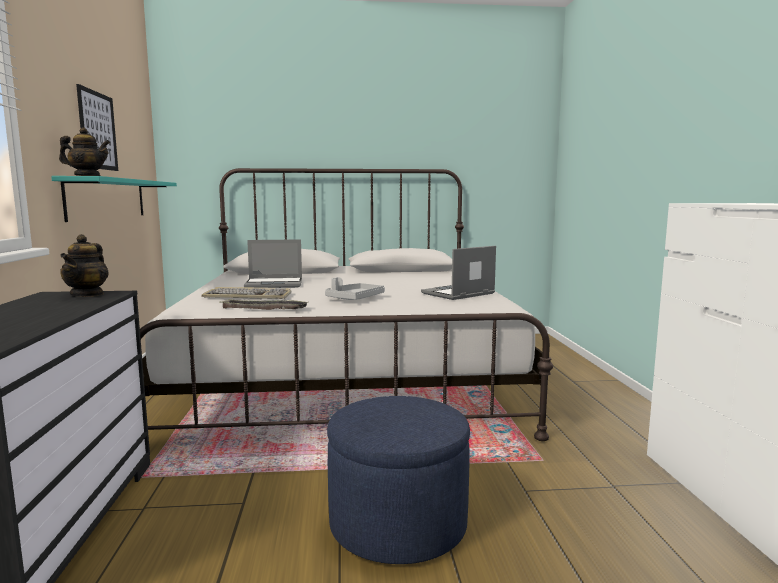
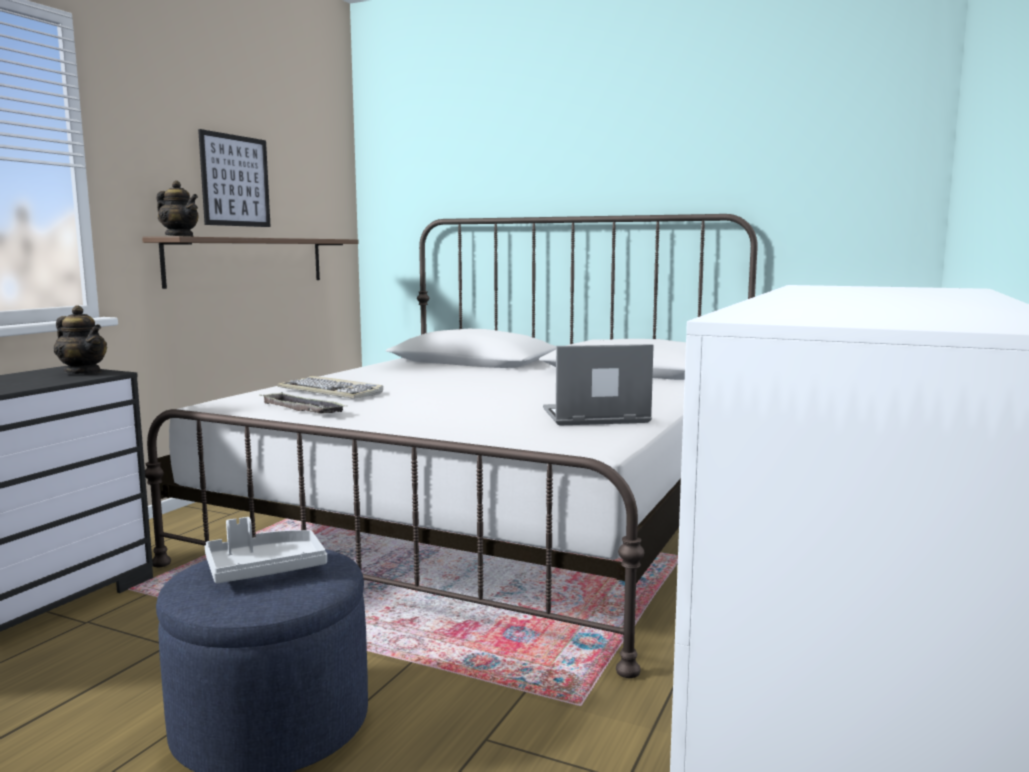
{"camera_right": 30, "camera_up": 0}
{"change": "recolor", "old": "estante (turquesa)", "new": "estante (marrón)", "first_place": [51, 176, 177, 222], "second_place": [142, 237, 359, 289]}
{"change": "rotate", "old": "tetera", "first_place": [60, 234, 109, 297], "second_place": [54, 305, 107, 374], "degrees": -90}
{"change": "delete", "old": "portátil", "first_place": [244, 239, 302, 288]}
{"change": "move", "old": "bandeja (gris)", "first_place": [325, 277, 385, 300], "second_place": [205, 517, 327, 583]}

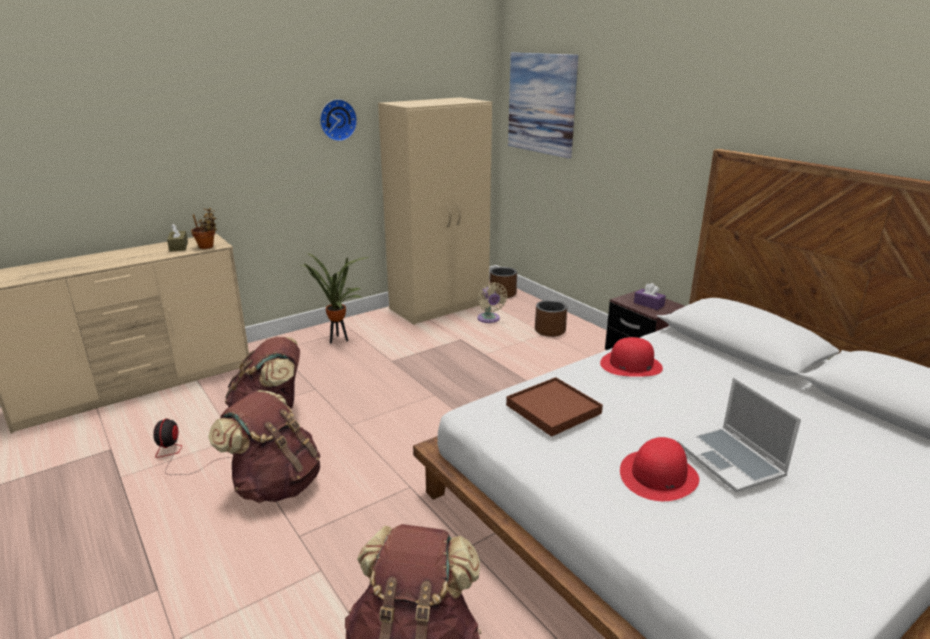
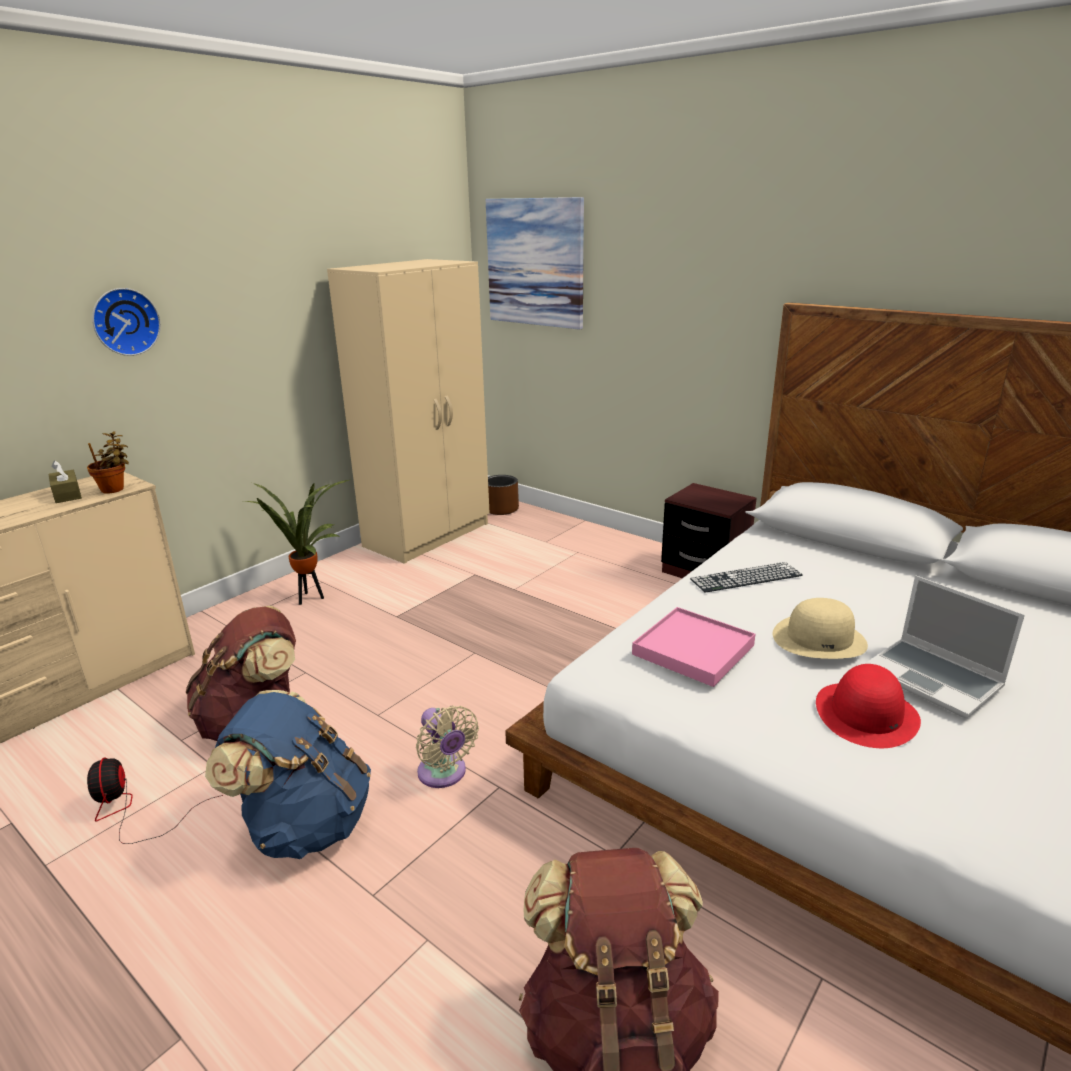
{"camera_right": -15, "camera_up": 0}
{"change": "move", "old": "reloj de pared", "first_place": [320, 99, 357, 141], "second_place": [92, 288, 161, 356]}
{"change": "move", "old": "ventilador (beis)", "first_place": [477, 283, 507, 323], "second_place": [416, 705, 479, 788]}
{"change": "delete", "old": "caja de pañuelos (morado)", "first_place": [634, 283, 666, 310]}
{"change": "delete", "old": "maceta (marrón)", "first_place": [535, 300, 567, 337]}
{"change": "replace", "old": "sombrero (rojo)", "new": "teclado", "first_place": [600, 337, 663, 377], "second_place": [690, 562, 803, 593]}
{"change": "recolor", "old": "bandeja (marrón)", "new": "bandeja (rosa)", "first_place": [506, 377, 603, 437], "second_place": [632, 607, 756, 687]}
{"change": "recolor", "old": "mochila (marrón)", "new": "mochila (azul)", "first_place": [208, 390, 321, 503], "second_place": [205, 690, 371, 859]}
{"change": "insert", "new": "sombrero (beis)", "second_place": [773, 598, 868, 659]}

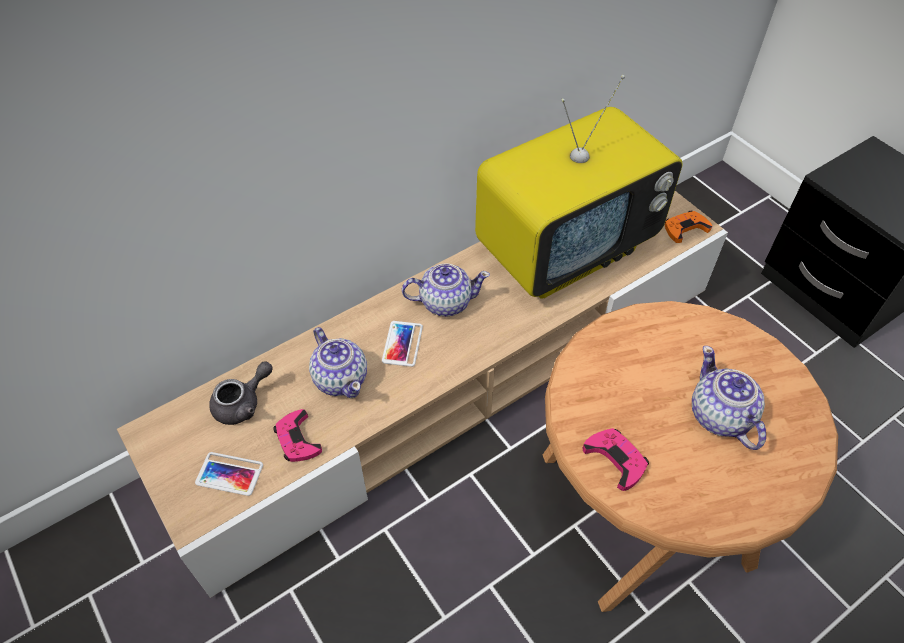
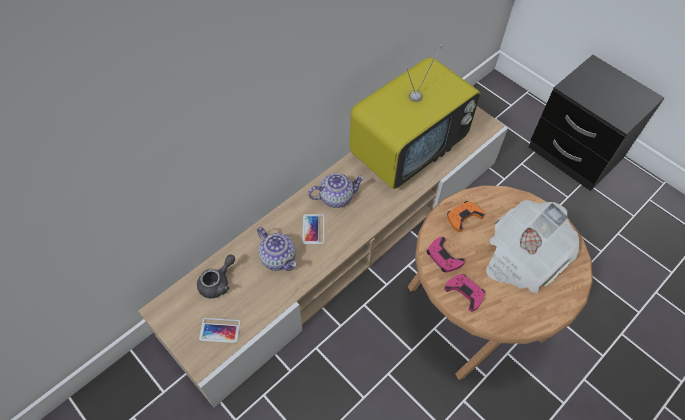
{"camera_right": -10, "camera_up": 5}
{"change": "move", "old": "mando de consola (naranja)", "first_place": [665, 211, 712, 243], "second_place": [447, 201, 485, 232]}
{"change": "replace", "old": "tetera", "new": "periódico", "first_place": [692, 346, 766, 450], "second_place": [486, 200, 580, 293]}
{"change": "move", "old": "mando de consola (rosa)", "first_place": [273, 409, 322, 462], "second_place": [427, 236, 465, 272]}

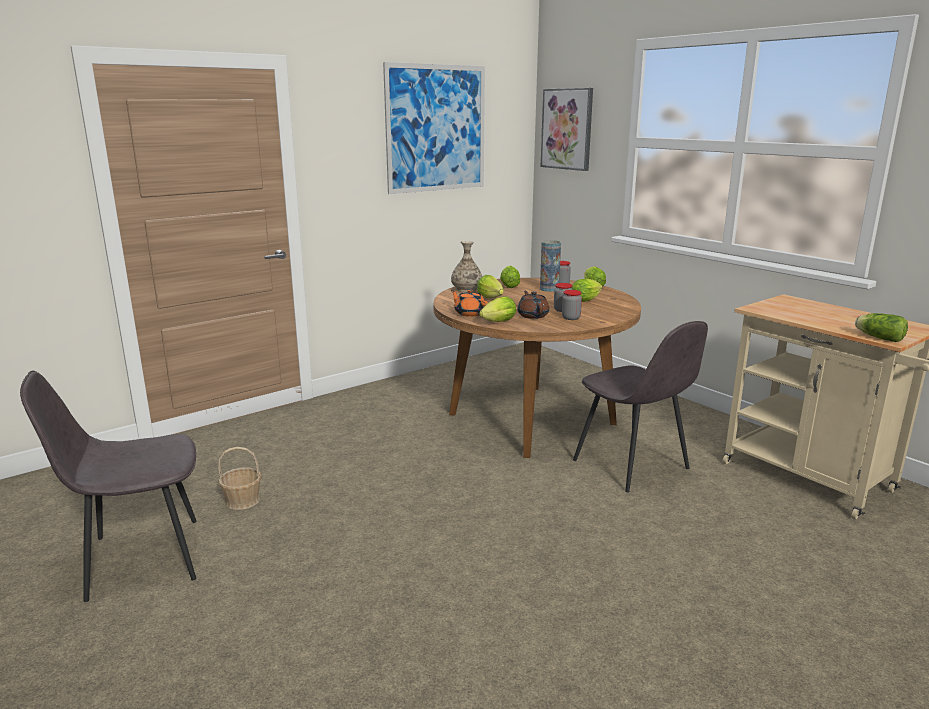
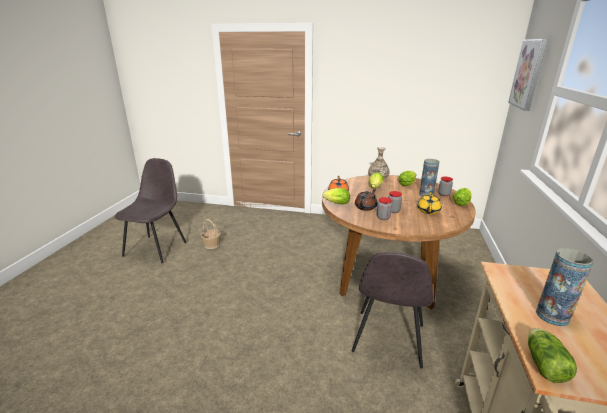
{"camera_right": 50, "camera_up": 5}
{"change": "delete", "old": "cuadro", "first_place": [383, 62, 485, 194]}
{"change": "replace", "old": "lechuga", "new": "tetera (amarillo)", "first_place": [571, 278, 602, 302], "second_place": [417, 191, 441, 214]}
{"change": "rotate", "old": "silla (gris)", "first_place": [20, 371, 196, 602], "second_place": [115, 158, 187, 263], "degrees": 75}
{"change": "insert", "new": "florero", "second_place": [536, 248, 594, 326]}

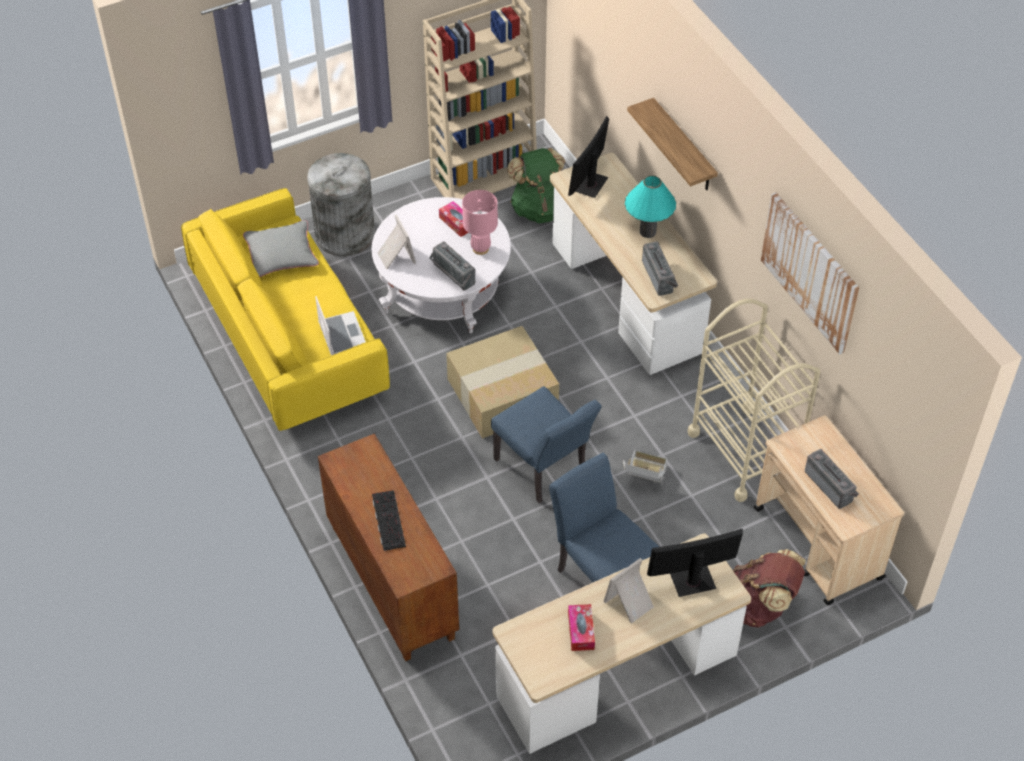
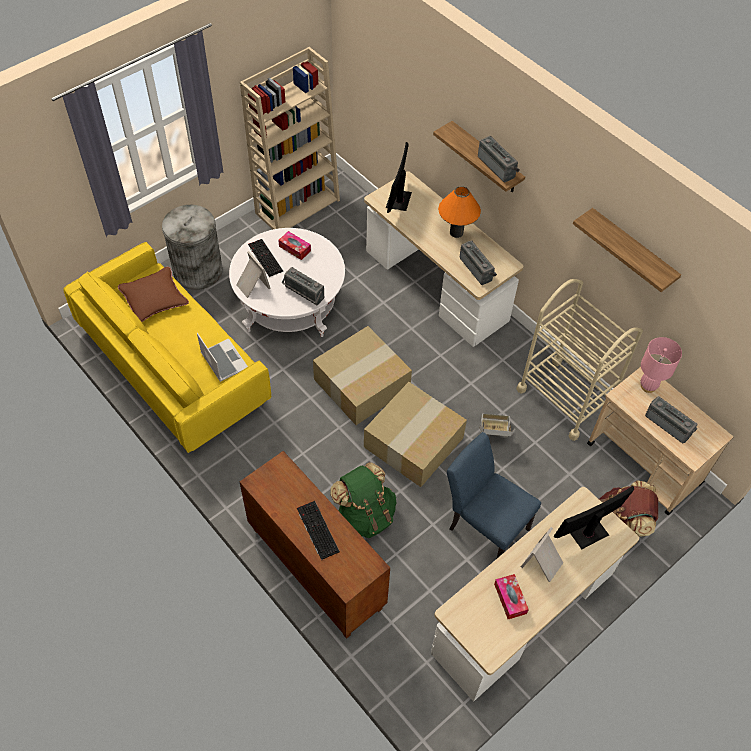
{"camera_right": -15, "camera_up": 5}
{"change": "move", "old": "mochila (verde)", "first_place": [507, 148, 565, 223], "second_place": [330, 462, 397, 538]}
{"change": "recolor", "old": "lámpara de mesa (turquesa)", "new": "lámpara de mesa (naranja)", "first_place": [625, 176, 676, 238], "second_place": [438, 186, 481, 238]}
{"change": "move", "old": "lámpara de mesa (rosa)", "first_place": [462, 190, 498, 255], "second_place": [641, 337, 682, 393]}
{"change": "replace", "old": "cuadro", "new": "estante", "first_place": [761, 192, 859, 355], "second_place": [573, 208, 681, 292]}
{"change": "recolor", "old": "cojín (gris)", "new": "cojín (marrón)", "first_place": [243, 220, 319, 277], "second_place": [118, 266, 189, 322]}
{"change": "replace", "old": "silla (azul)", "new": "caja de cartón", "first_place": [491, 386, 601, 503], "second_place": [364, 382, 467, 487]}
{"change": "insert", "new": "radio", "second_place": [478, 136, 520, 182]}
{"change": "insert", "new": "teclado", "second_place": [248, 239, 283, 277]}

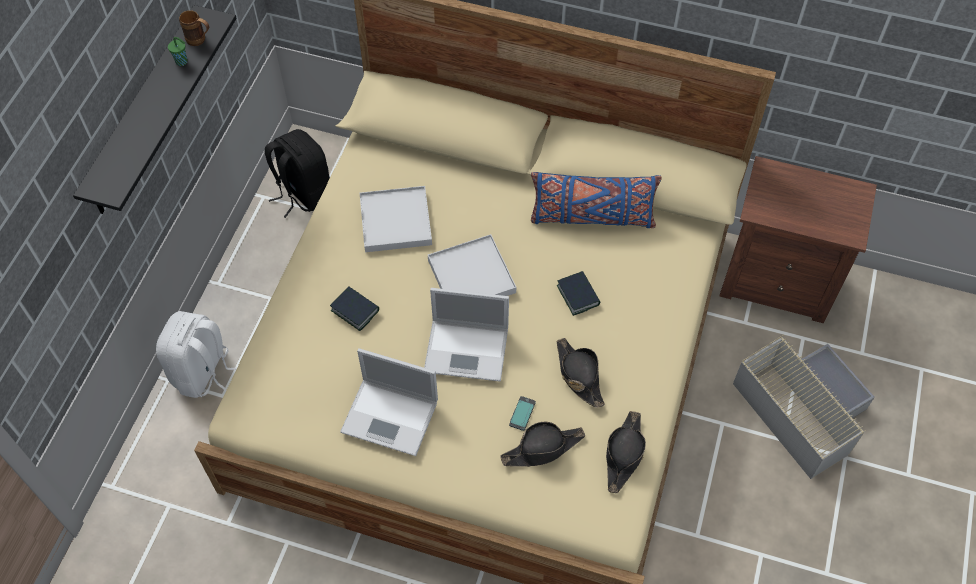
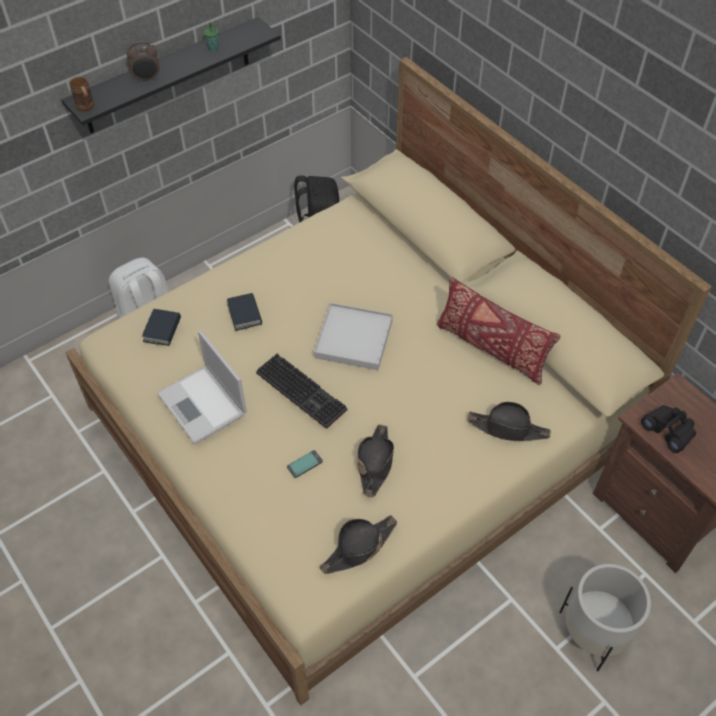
{"camera_right": 35, "camera_up": -5}
{"change": "move", "old": "taza grande (marrón)", "first_place": [179, 10, 209, 46], "second_place": [69, 77, 94, 112]}
{"change": "recolor", "old": "cojín (azul)", "new": "cojín (rojo)", "first_place": [531, 172, 662, 228], "second_place": [437, 277, 561, 385]}
{"change": "delete", "old": "bandeja (blanco)", "first_place": [360, 186, 432, 252]}
{"change": "move", "old": "libro", "first_place": [557, 271, 600, 316], "second_place": [142, 309, 181, 346]}
{"change": "replace", "old": "portátil", "new": "teclado", "first_place": [424, 288, 509, 382], "second_place": [256, 353, 348, 429]}
{"change": "replace", "old": "caja de almacenaje (gris)", "new": "maceta (blanco)", "first_place": [733, 335, 875, 479], "second_place": [559, 564, 651, 671]}
{"change": "move", "old": "sombrero (negro)", "first_place": [501, 421, 585, 467], "second_place": [467, 402, 551, 441]}
{"change": "insert", "new": "despertador", "second_place": [126, 42, 159, 83]}
{"change": "insert", "new": "prismáticos (negro)", "second_place": [641, 405, 696, 453]}

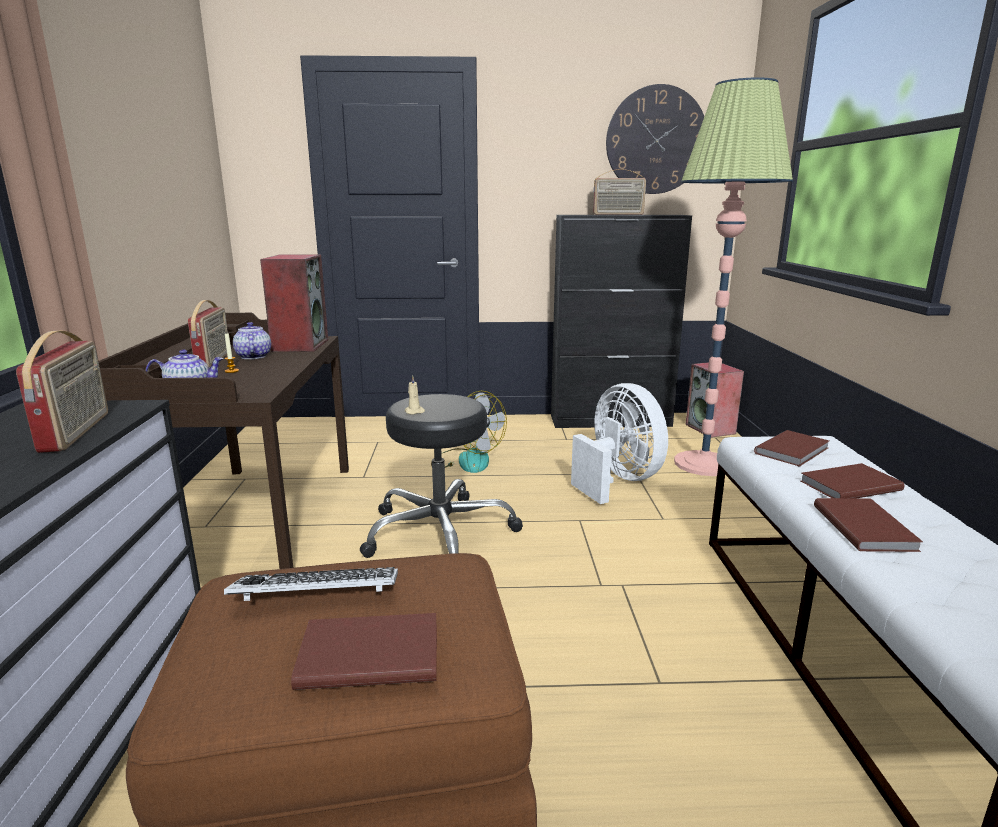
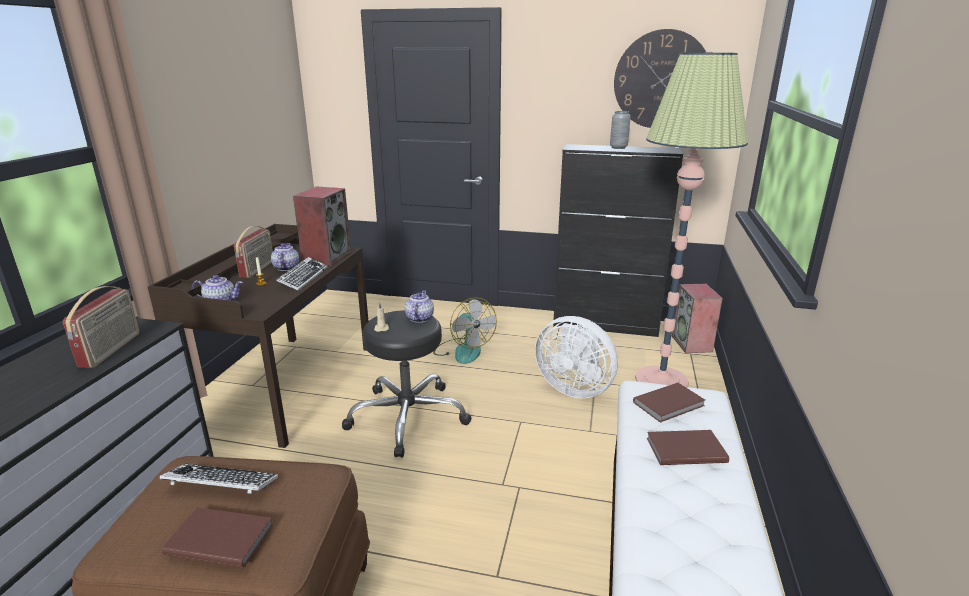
{"camera_right": 15, "camera_up": 5}
{"change": "replace", "old": "radio", "new": "florero (gris)", "first_place": [593, 169, 646, 215], "second_place": [610, 111, 631, 149]}
{"change": "rotate", "old": "ventilador (blanco)", "first_place": [571, 383, 668, 504], "second_place": [535, 316, 618, 398], "degrees": 135}
{"change": "delete", "old": "libro (marrón)", "first_place": [814, 498, 923, 552]}
{"change": "insert", "new": "teclado", "second_place": [276, 257, 328, 291]}
{"change": "insert", "new": "tetera", "second_place": [405, 290, 434, 323]}

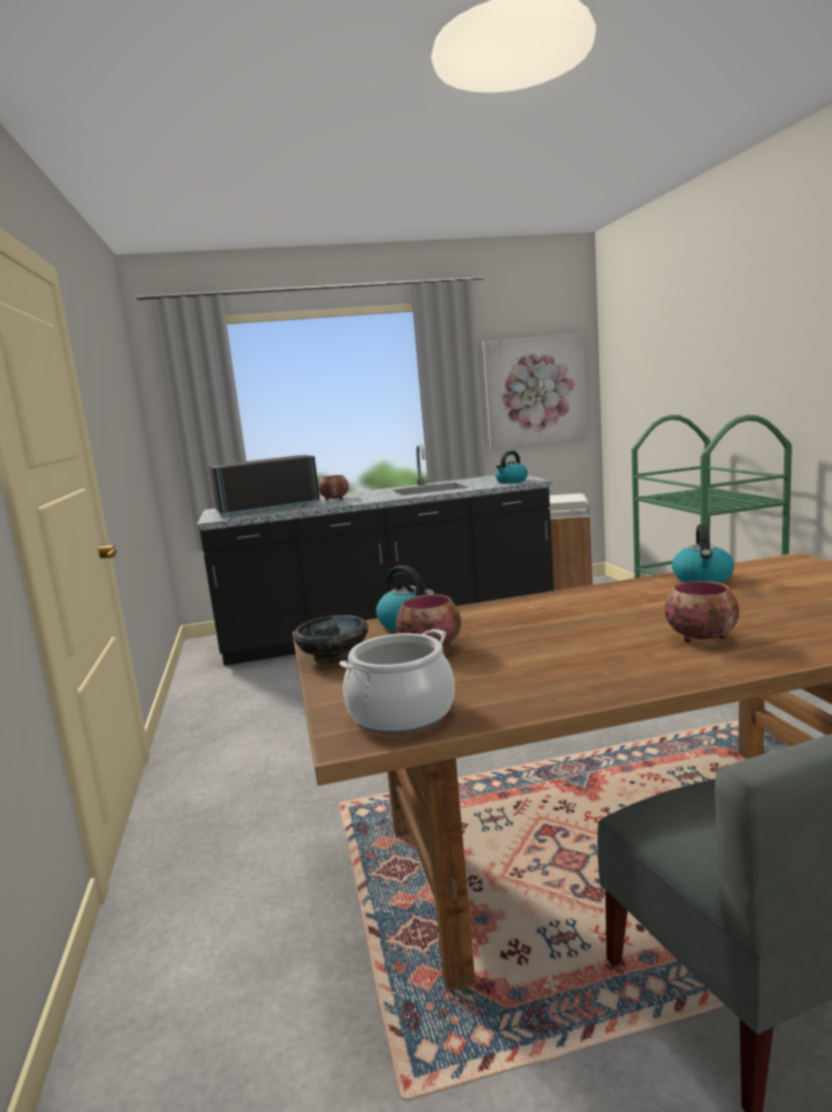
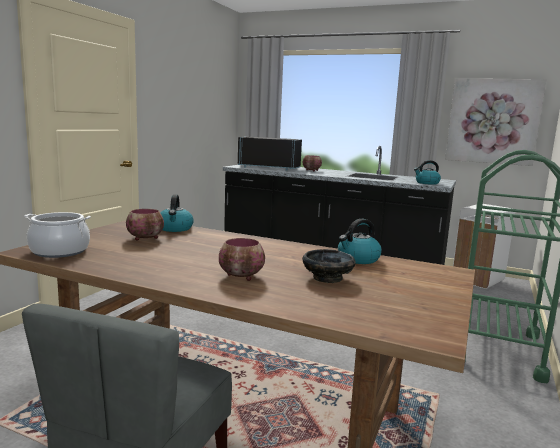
{"camera_right": 35, "camera_up": 0}
{"change": "move", "old": "cuenco (negro)", "first_place": [294, 615, 368, 665], "second_place": [302, 249, 356, 283]}

